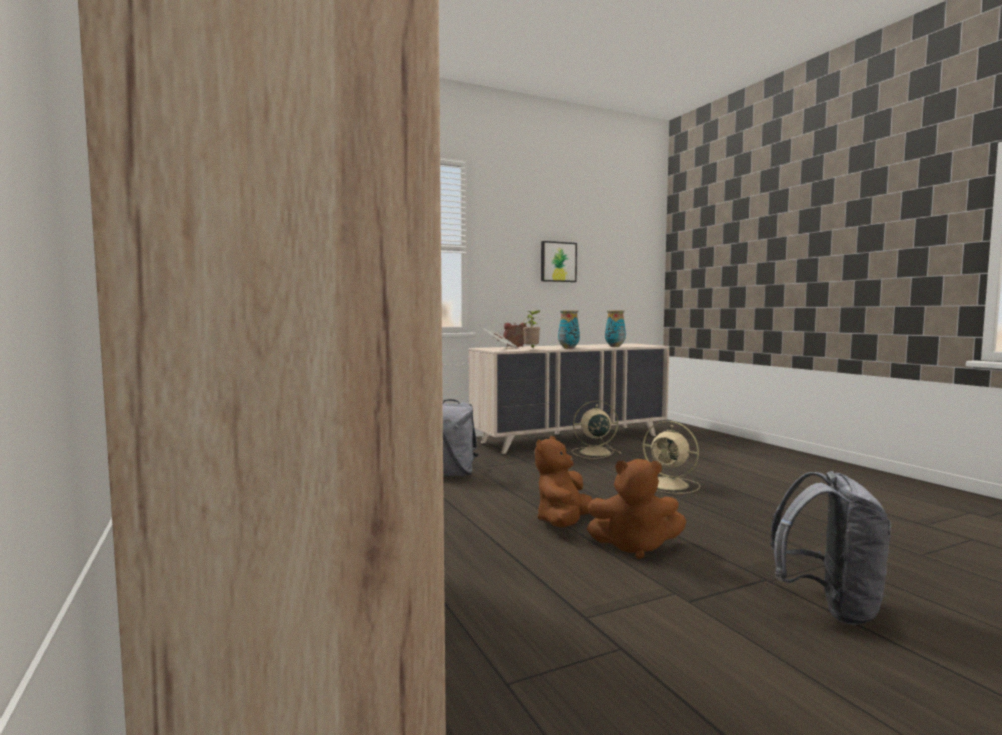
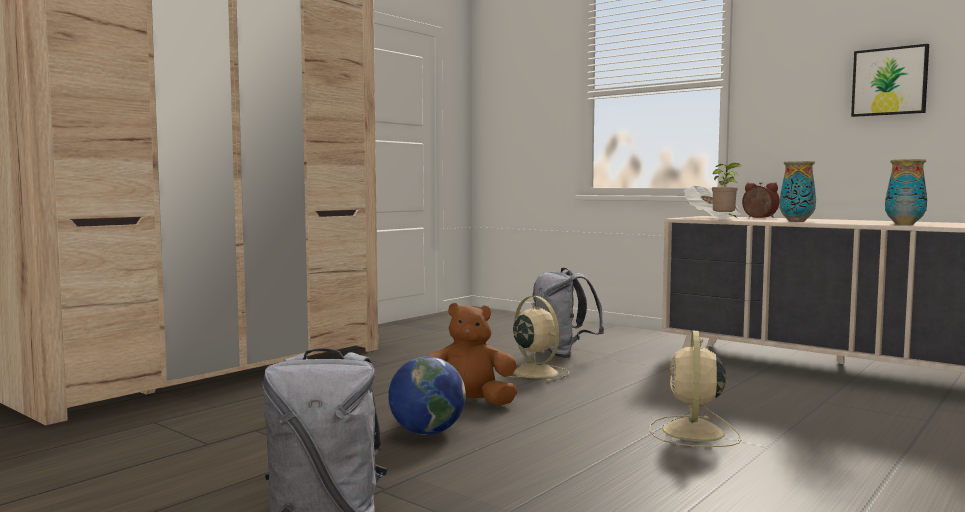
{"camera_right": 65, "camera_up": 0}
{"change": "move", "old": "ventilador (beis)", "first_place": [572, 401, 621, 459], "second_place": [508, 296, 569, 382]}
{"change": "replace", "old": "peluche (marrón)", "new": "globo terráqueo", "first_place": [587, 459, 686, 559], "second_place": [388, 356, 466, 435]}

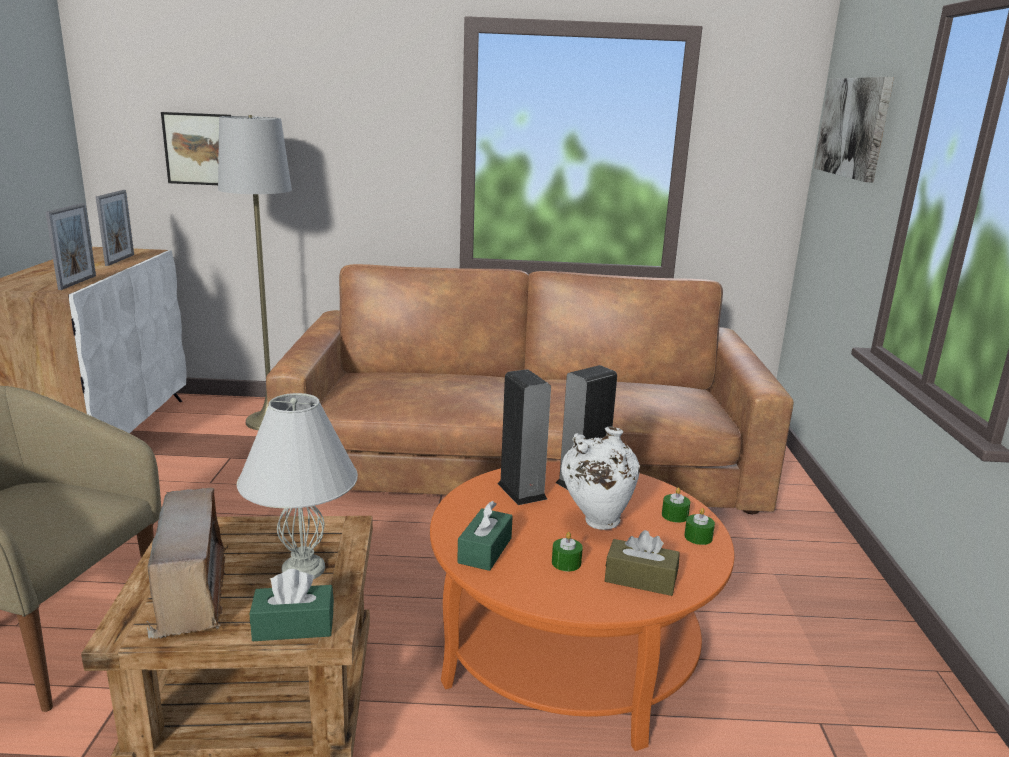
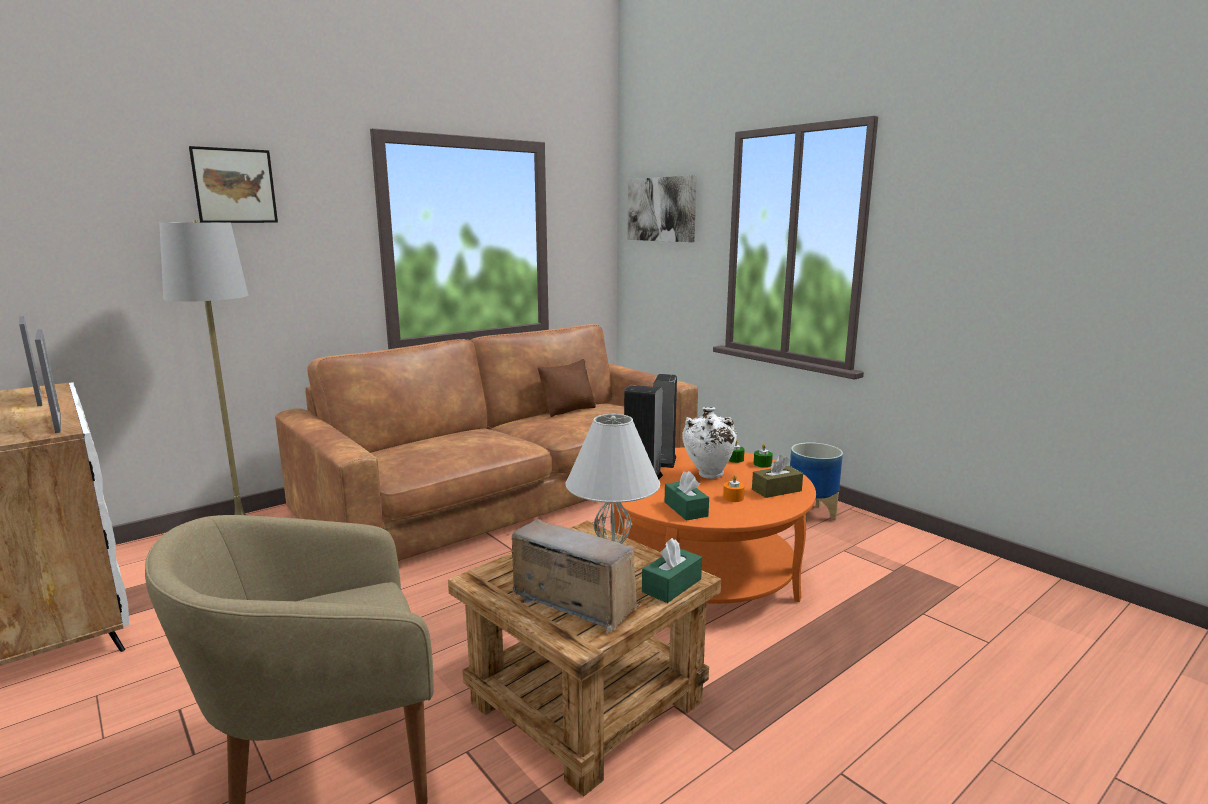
{"camera_right": -40, "camera_up": -5}
{"change": "move", "old": "cuadro", "first_place": [161, 112, 231, 185], "second_place": [189, 146, 278, 223]}
{"change": "recolor", "old": "vela (verde)", "new": "vela (naranja)", "first_place": [552, 532, 583, 571], "second_place": [723, 475, 745, 502]}
{"change": "insert", "new": "cojín (marrón)", "second_place": [538, 359, 596, 417]}
{"change": "insert", "new": "maceta", "second_place": [790, 442, 843, 522]}

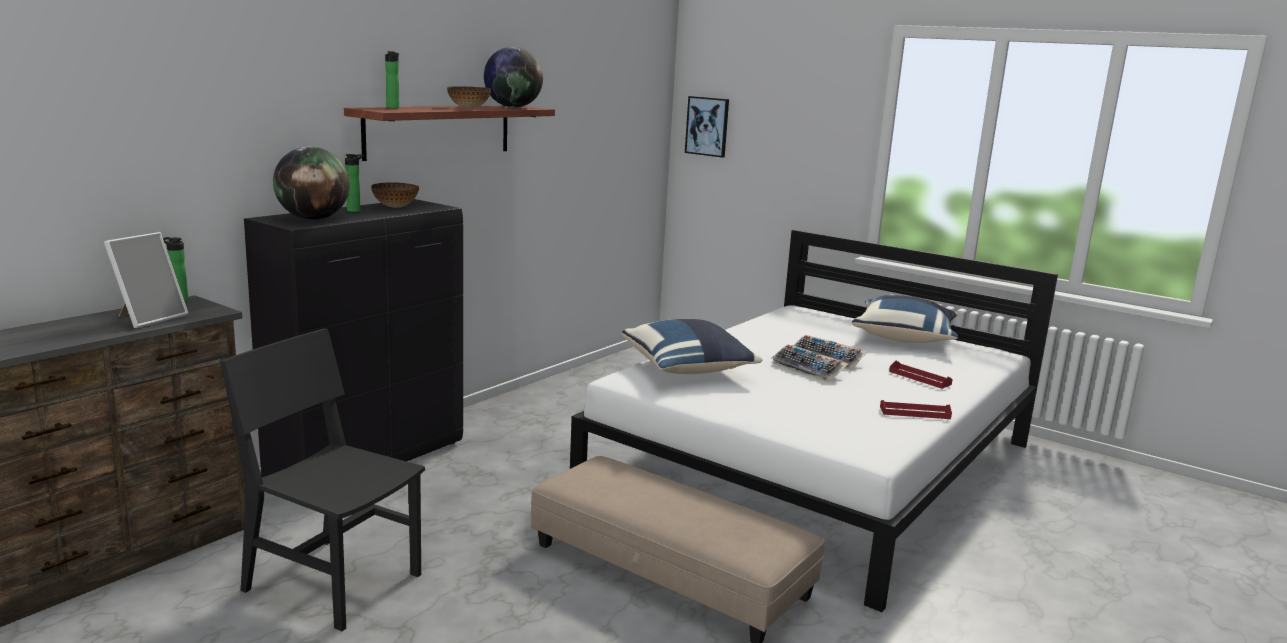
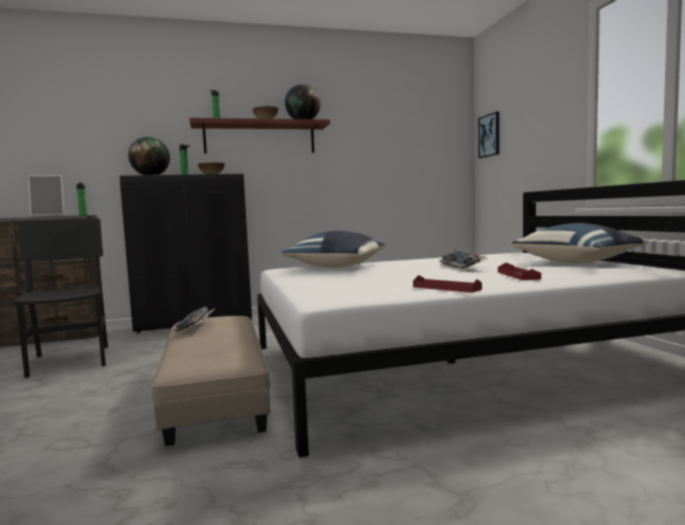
{"camera_right": 40, "camera_up": -10}
{"change": "move", "old": "teclado", "first_place": [772, 344, 848, 382], "second_place": [173, 306, 216, 335]}

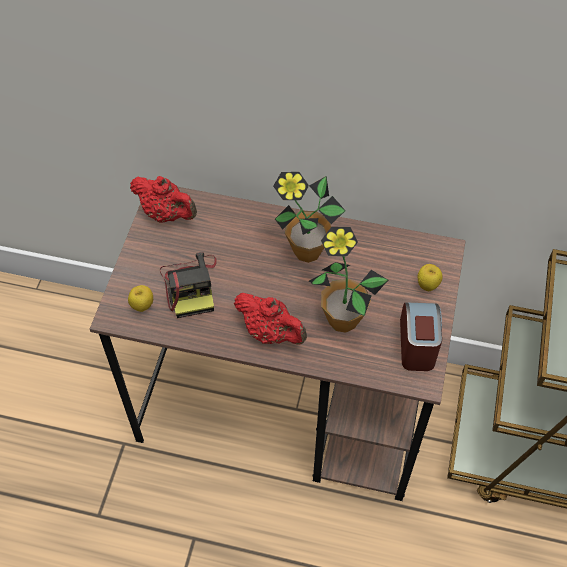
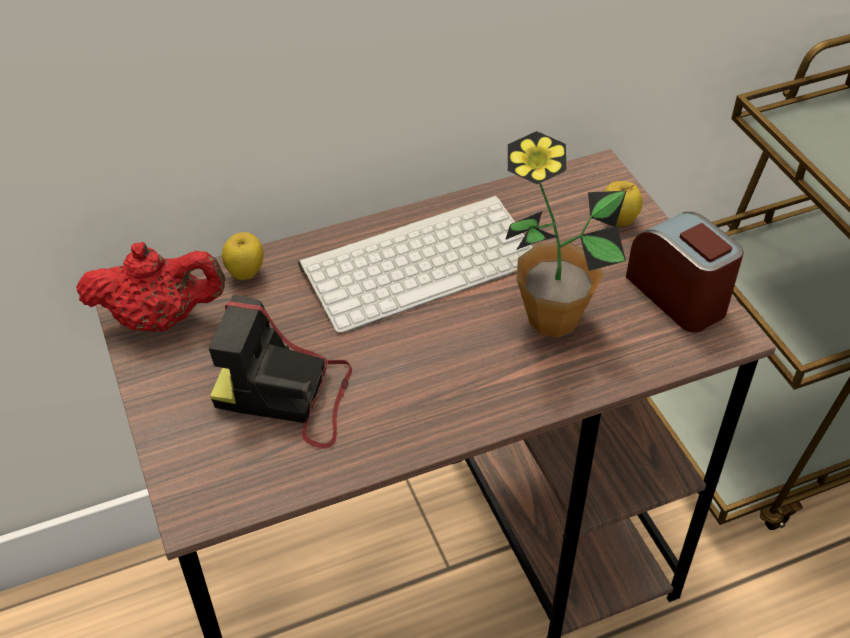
{"camera_right": -35, "camera_up": -10}
{"change": "replace", "old": "planta en maceta", "new": "teclado", "first_place": [273, 172, 346, 263], "second_place": [298, 196, 533, 334]}
{"change": "rotate", "old": "cámara", "first_place": [160, 252, 217, 318], "second_place": [209, 295, 352, 449], "degrees": 150}
{"change": "move", "old": "manzana", "first_place": [128, 285, 153, 312], "second_place": [222, 232, 264, 280]}
{"change": "delete", "old": "tetera (rojo)", "first_place": [234, 293, 307, 345]}

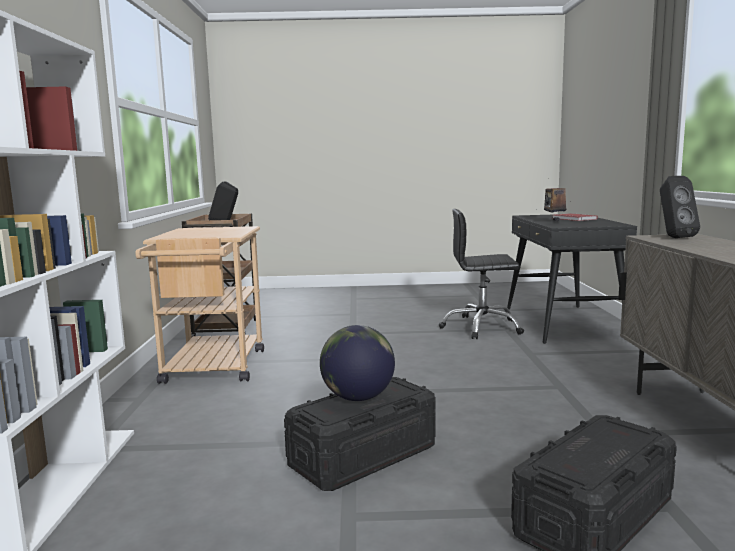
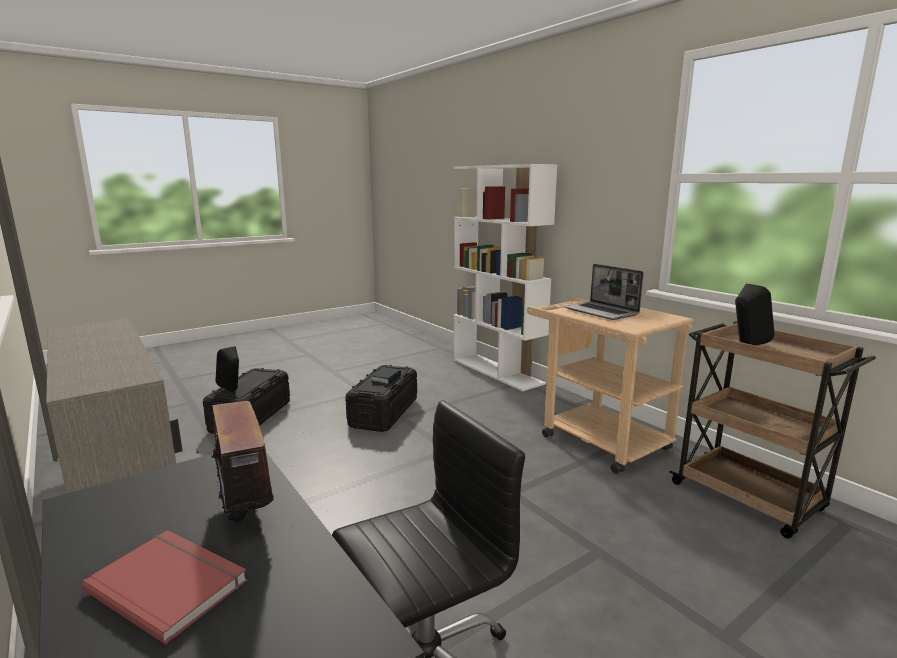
{"camera_right": 145, "camera_up": 5}
{"change": "move", "old": "altavoz (negro)", "first_place": [660, 176, 700, 238], "second_place": [216, 346, 239, 392]}
{"change": "replace", "old": "globo terráqueo", "new": "libro", "first_place": [320, 325, 395, 401], "second_place": [371, 367, 401, 385]}
{"change": "insert", "new": "portátil", "second_place": [564, 264, 644, 320]}

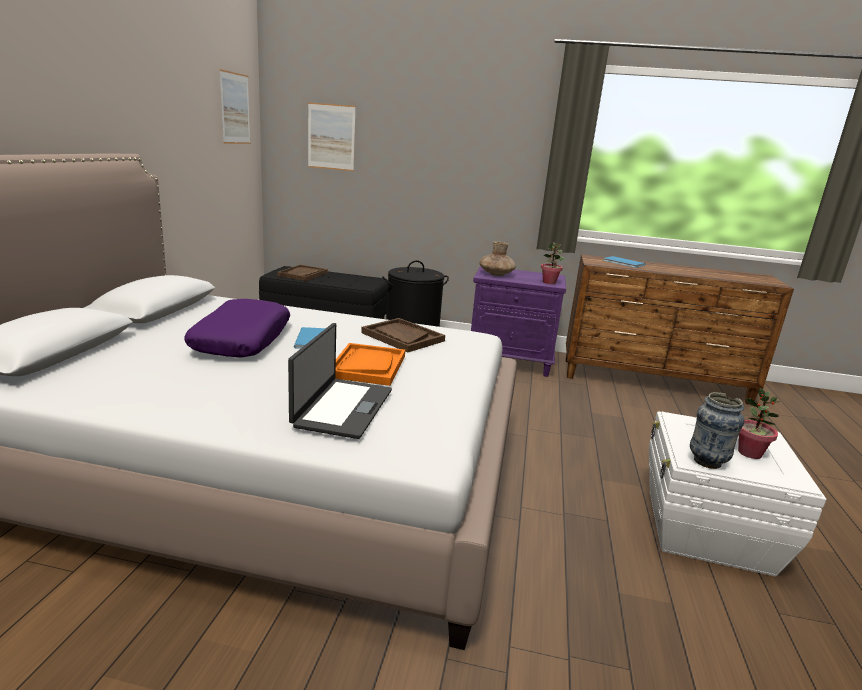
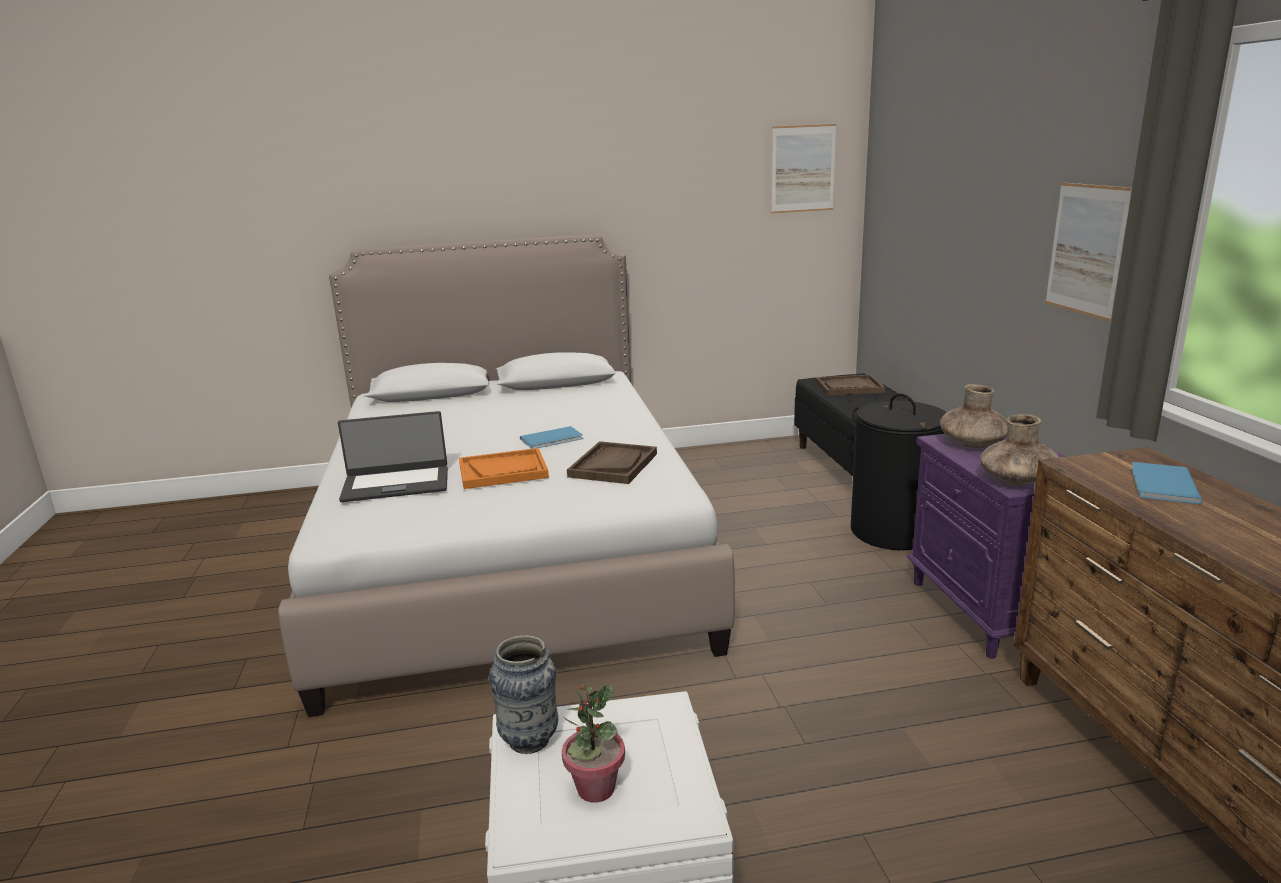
{"camera_right": 70, "camera_up": 0}
{"change": "move", "old": "cuadro", "first_place": [308, 102, 356, 171], "second_place": [1045, 182, 1132, 321]}
{"change": "replace", "old": "planta en maceta", "new": "florero (marrón)", "first_place": [541, 242, 564, 284], "second_place": [980, 414, 1059, 485]}
{"change": "delete", "old": "cojín (morado)", "first_place": [184, 299, 290, 358]}

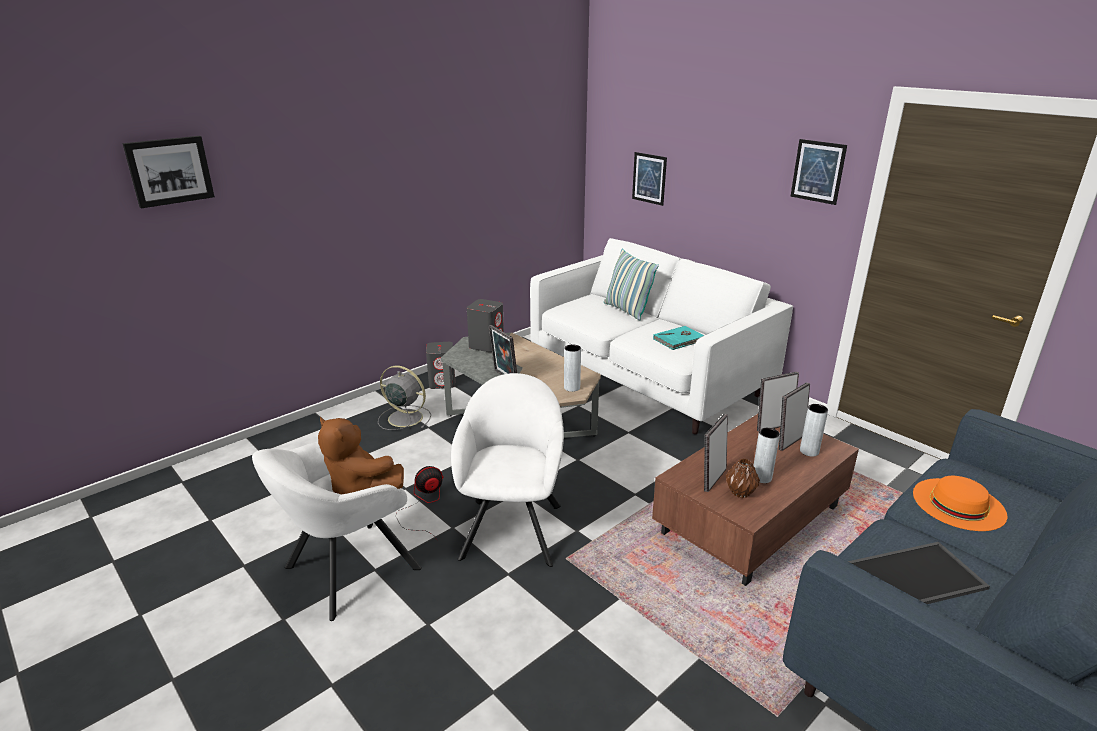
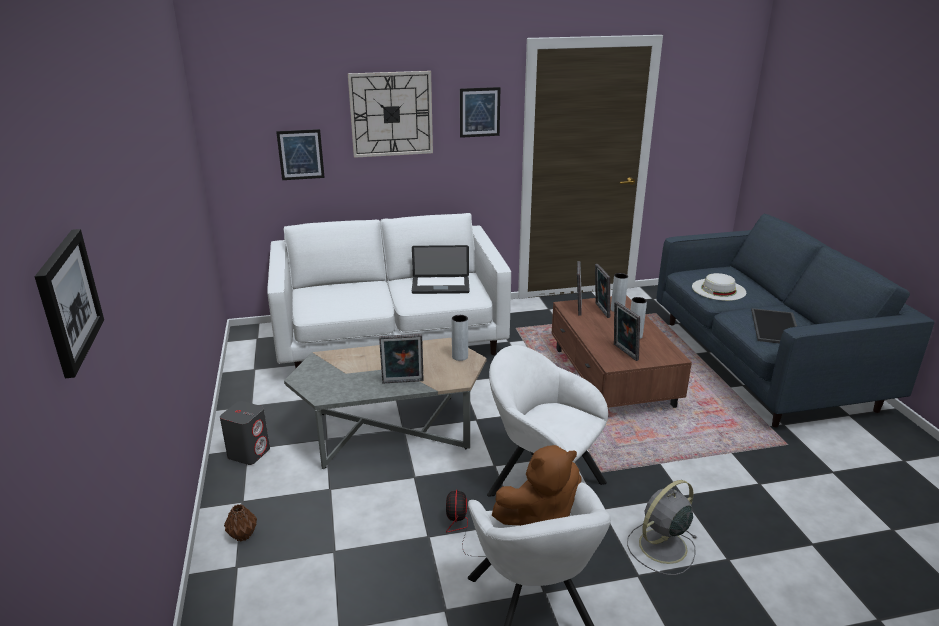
{"camera_right": -60, "camera_up": 0}
{"change": "delete", "old": "cojín", "first_place": [604, 249, 659, 321]}
{"change": "delete", "old": "altavoz (gris)", "first_place": [467, 299, 504, 352]}
{"change": "replace", "old": "libro (turquesa)", "new": "portátil", "first_place": [653, 326, 704, 350], "second_place": [412, 245, 470, 294]}
{"change": "move", "old": "ventilador (gris)", "first_place": [378, 366, 431, 430], "second_place": [627, 480, 697, 575]}
{"change": "move", "old": "florero (marrón)", "first_place": [726, 458, 760, 498], "second_place": [224, 504, 257, 541]}
{"change": "recolor", "old": "sombrero (naranja)", "new": "sombrero (blanco)", "first_place": [913, 476, 1007, 531], "second_place": [692, 273, 746, 301]}
{"change": "insert", "new": "reloj de pared", "second_place": [348, 71, 433, 158]}

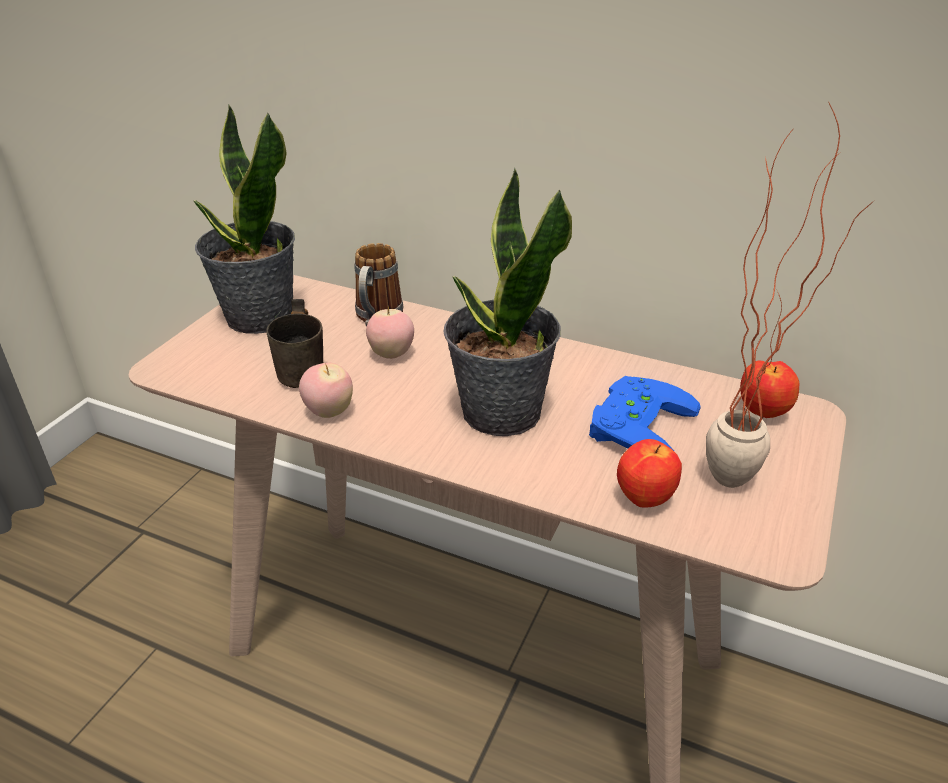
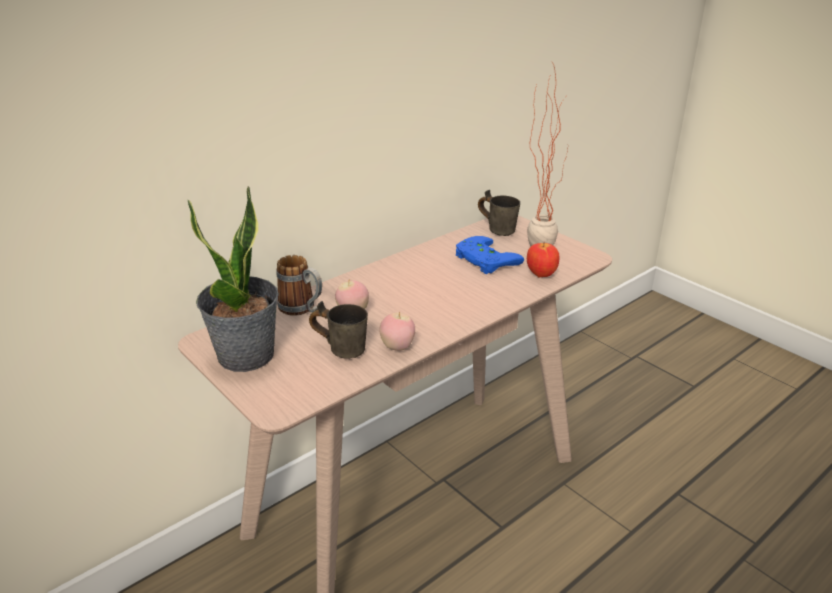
{"camera_right": -65, "camera_up": -5}
{"change": "delete", "old": "planta en maceta", "first_place": [443, 168, 572, 436]}
{"change": "replace", "old": "manzana", "new": "taza grande (gris)", "first_place": [740, 361, 799, 418], "second_place": [478, 190, 520, 236]}

